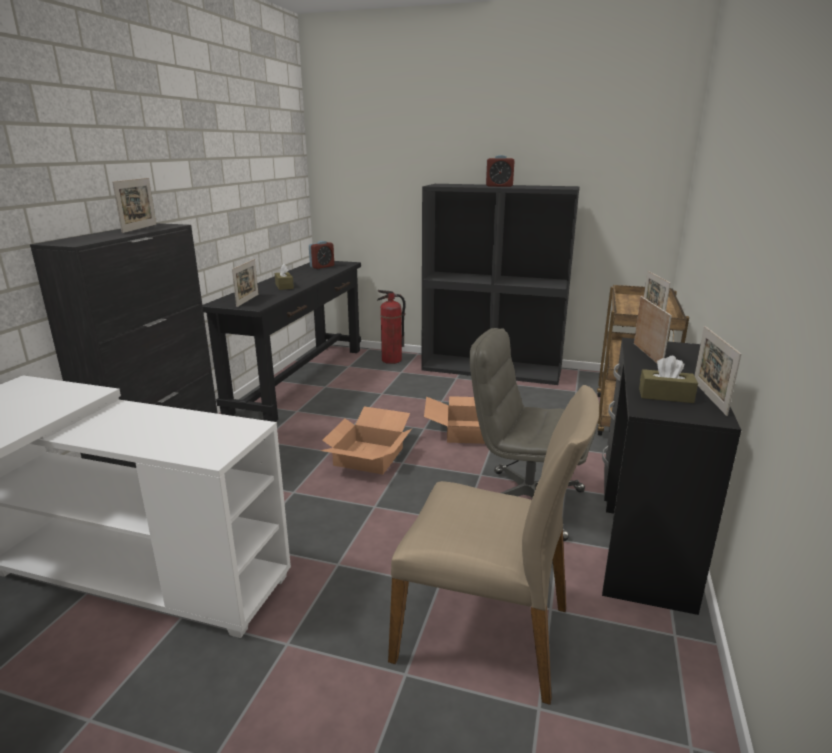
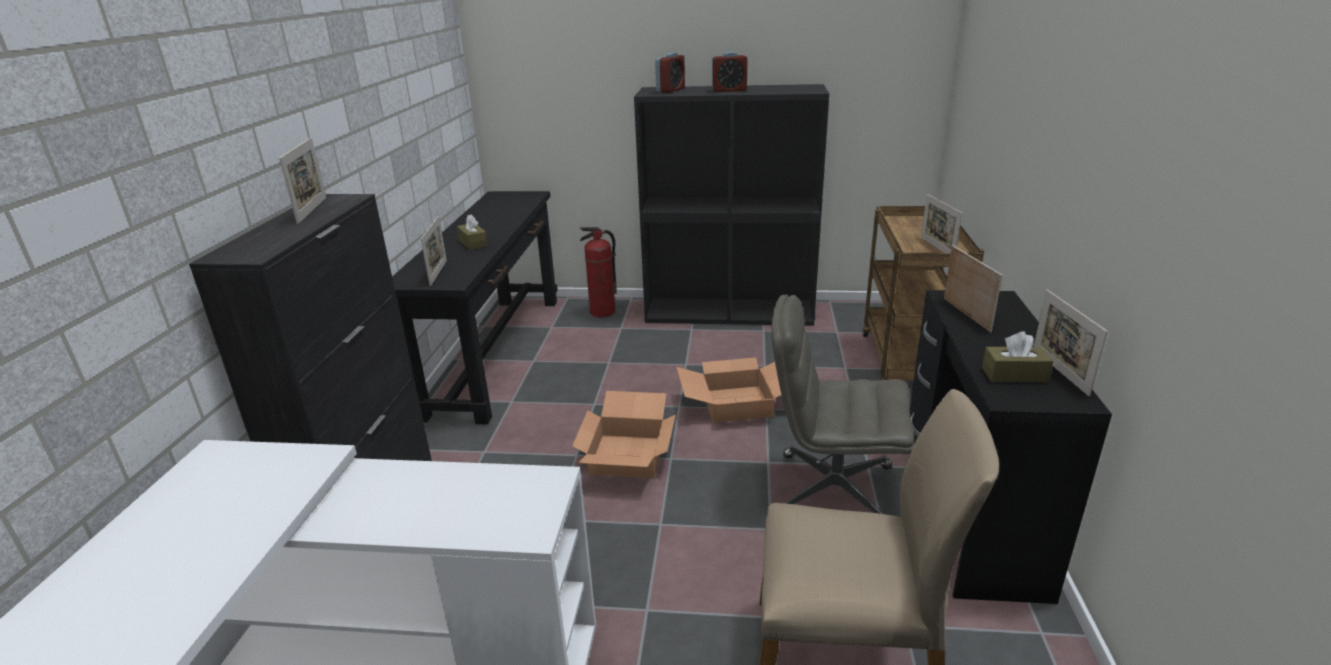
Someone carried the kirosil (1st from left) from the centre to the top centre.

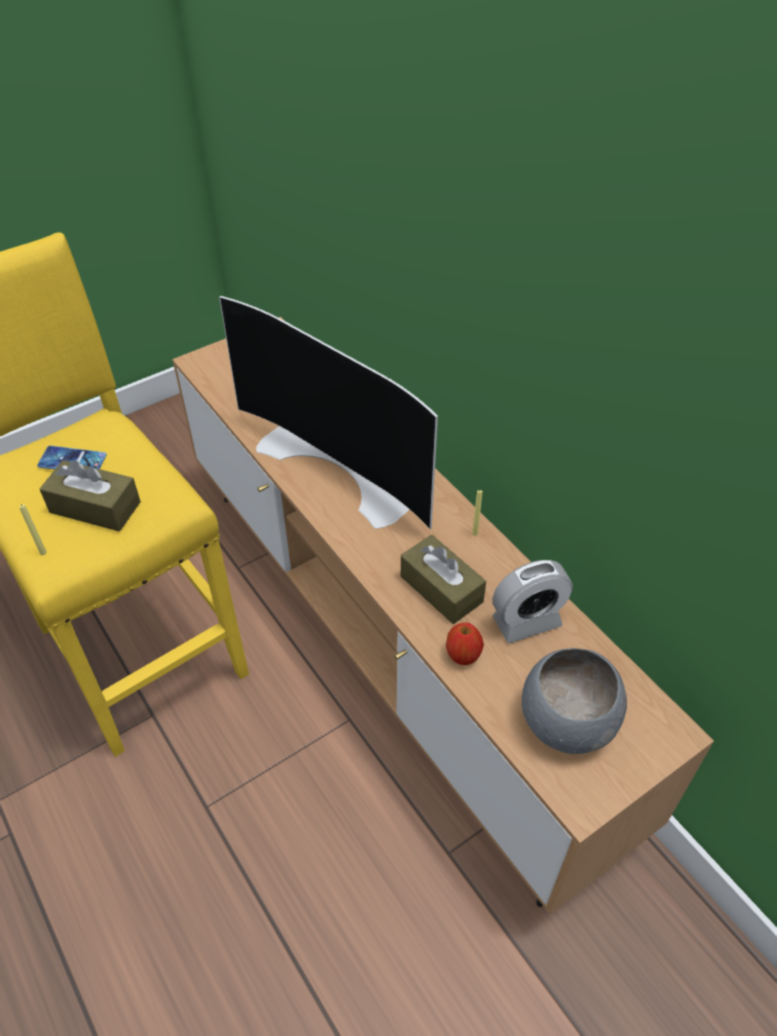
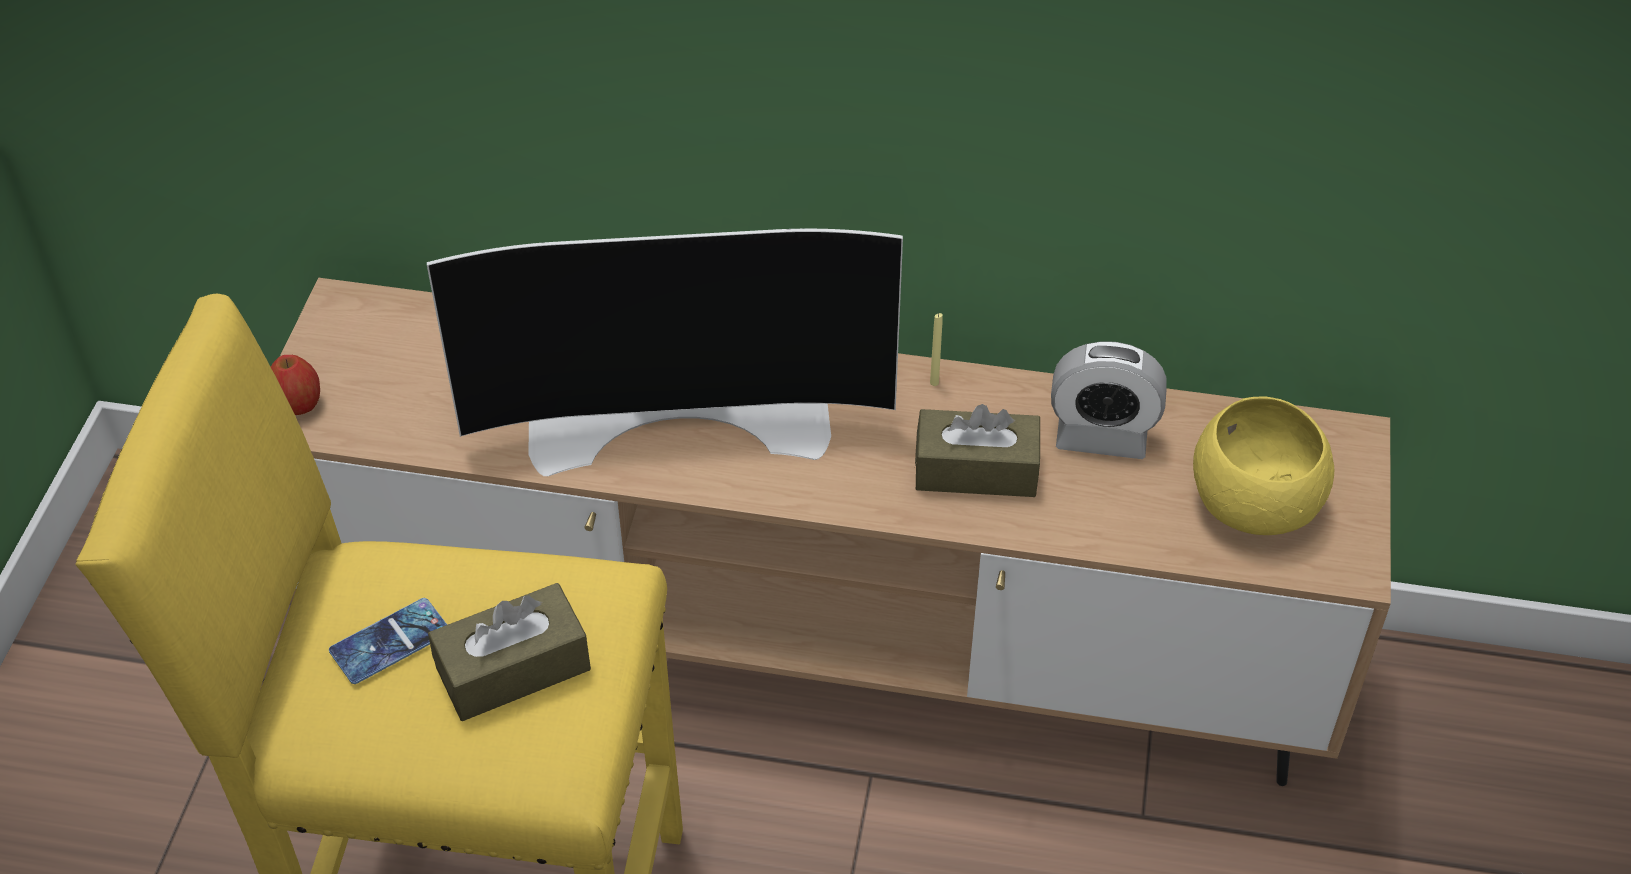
Someone took away the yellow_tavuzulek (1st from left) at the middle left. Someone carried the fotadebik from the centre to the middle left. Someone rotated the kirosil at the middle right by 75 degrees clockwise. Someone repainted the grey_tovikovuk at the bottom right, which became the yellow_tovikovuk at the middle right.

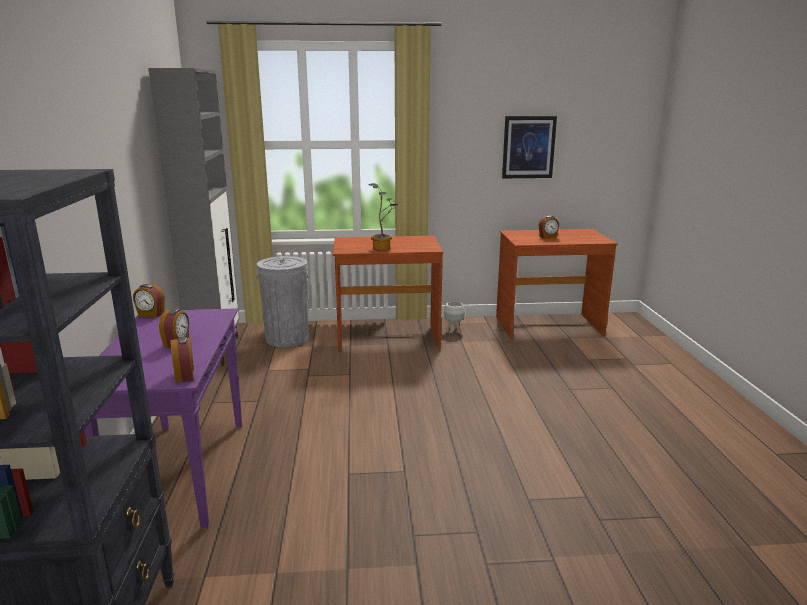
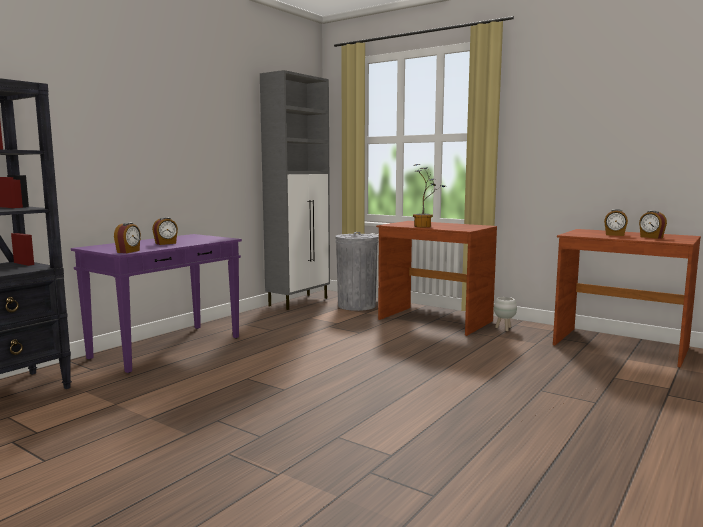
Someone carried the kirosil (1st from left in the first image) from the middle left to the middle right. Someone took away the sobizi at the top centre.

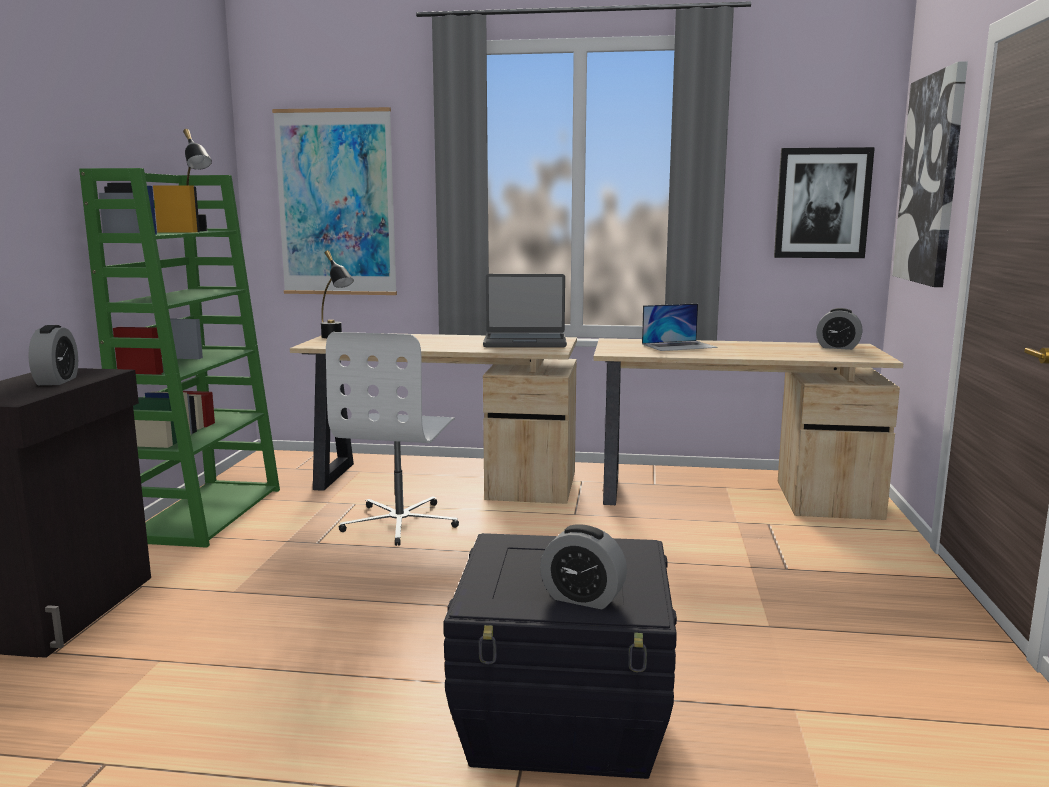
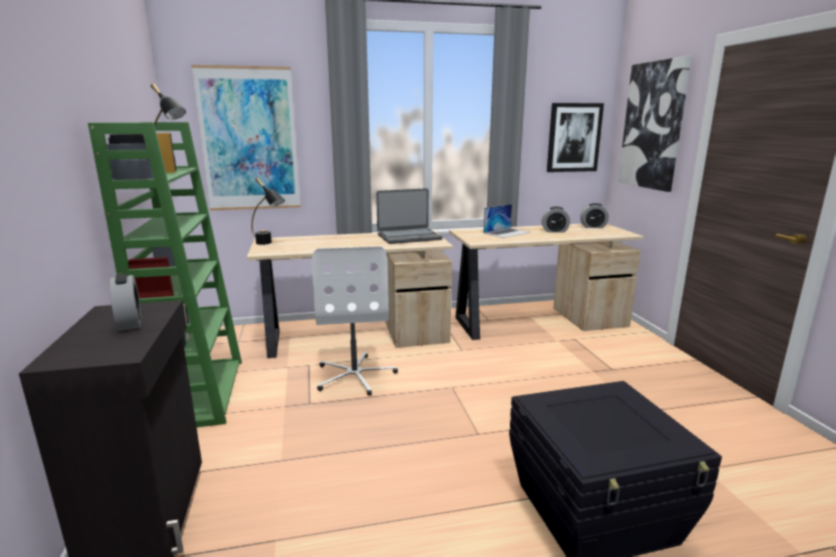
Someone carried the kirosil (2nd from left) from the bottom centre to the centre.

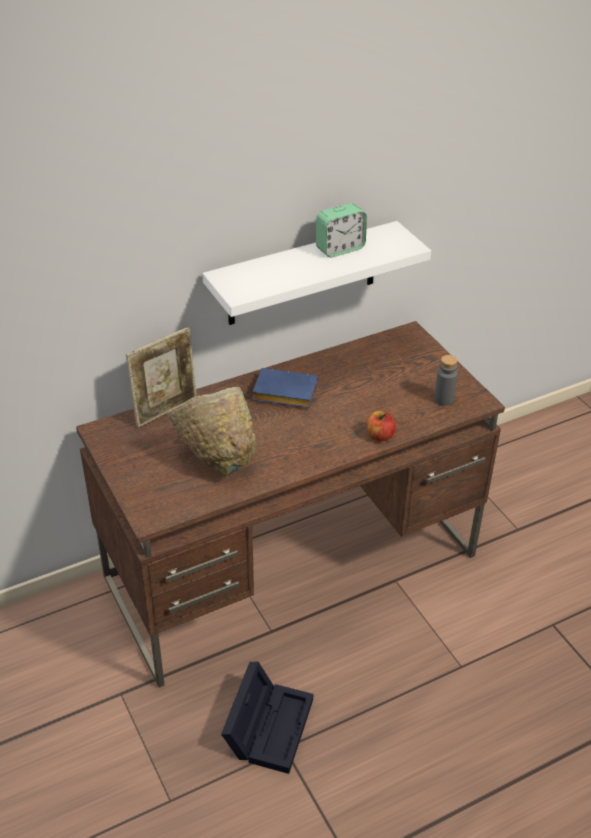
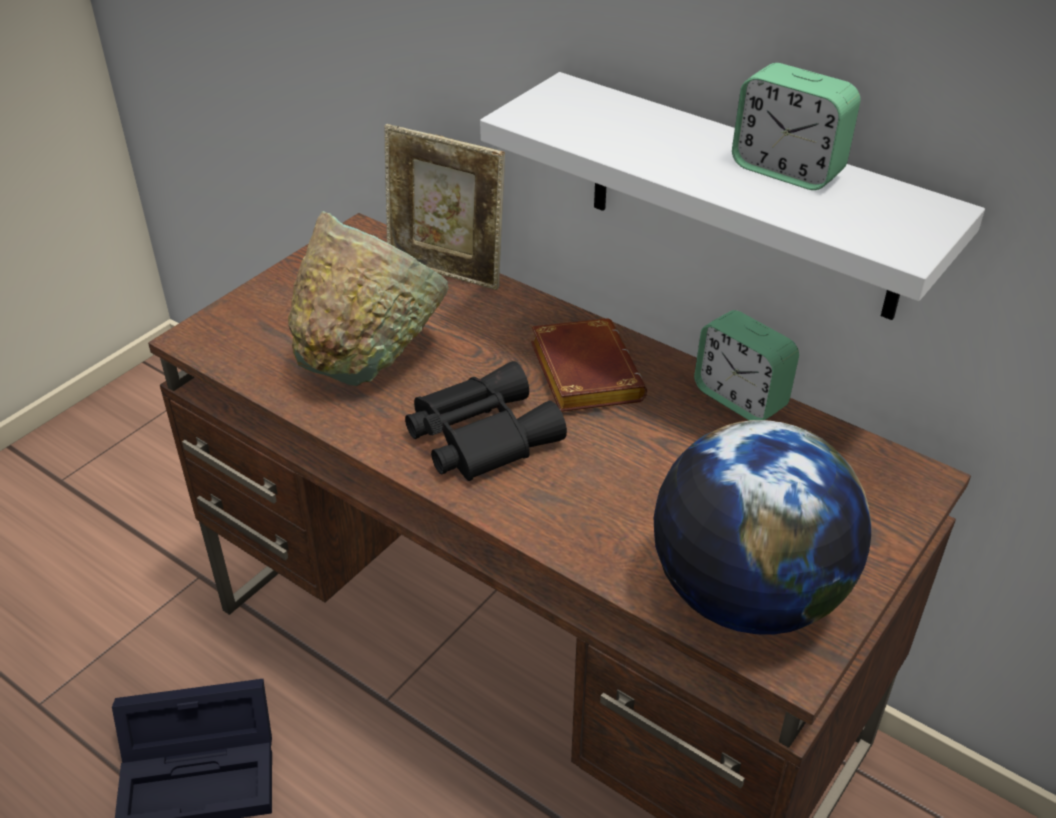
Someone repainted the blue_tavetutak at the centre, which became the brown_tavetutak at the centre. Someone took away the fotadebik at the centre. Someone swapped the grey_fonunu at the middle right for the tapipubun at the middle right. Someone put down the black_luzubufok at the centre. Someone put down the kirosil (1st from left) at the middle right.

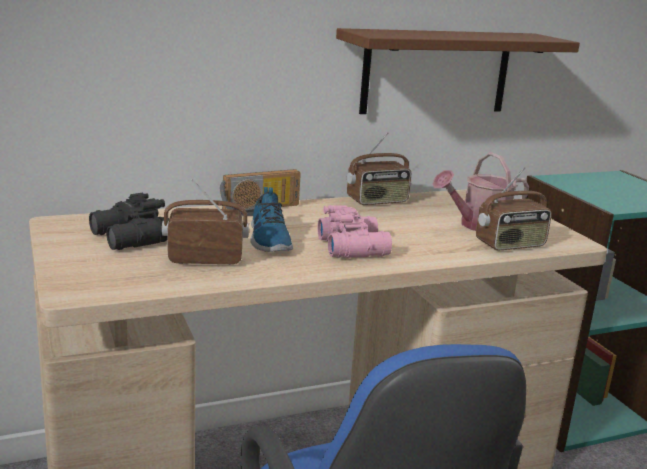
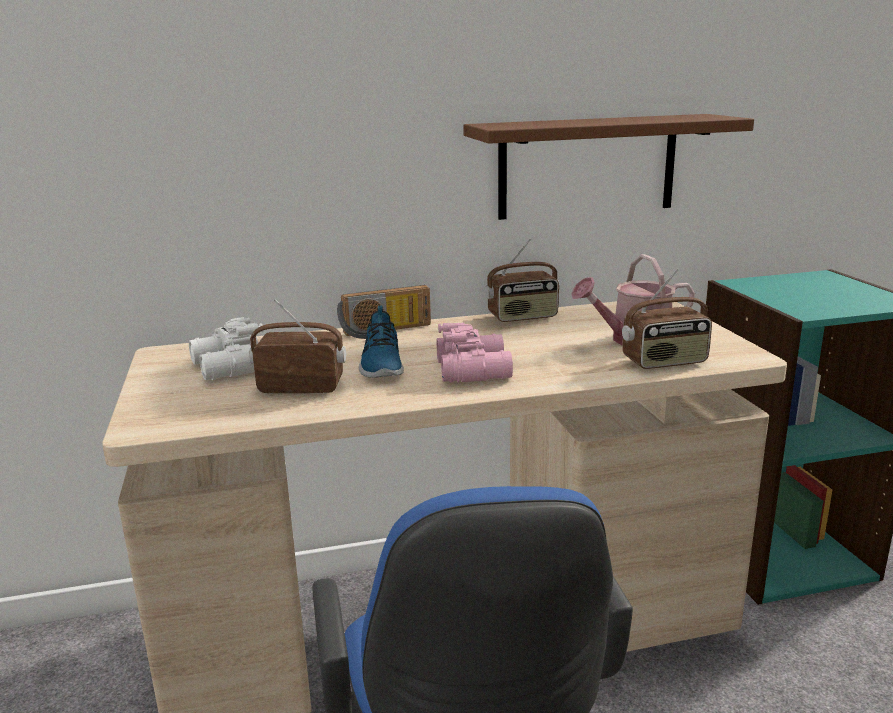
Someone repainted the black_luzubufok at the middle left, which became the white_luzubufok at the middle left.

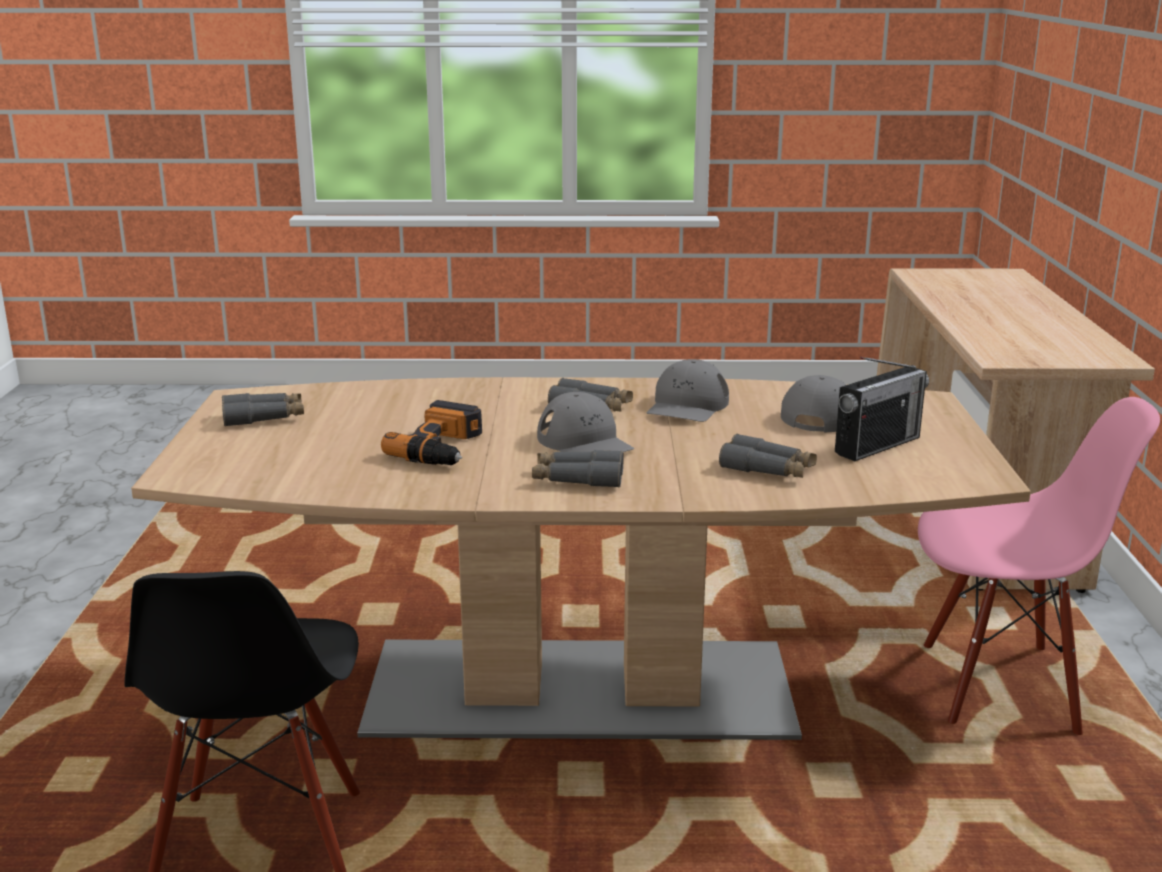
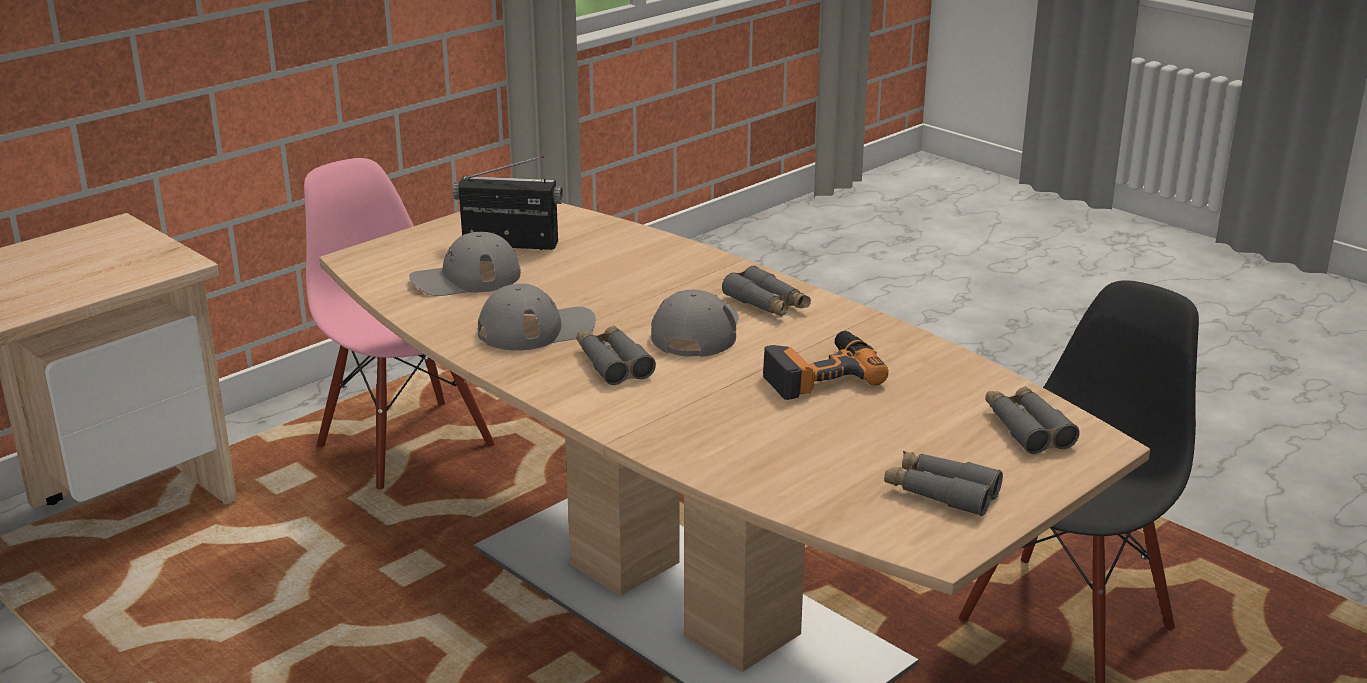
Someone carried the grey_luzubufok (4th from left) from the centre to the middle right.

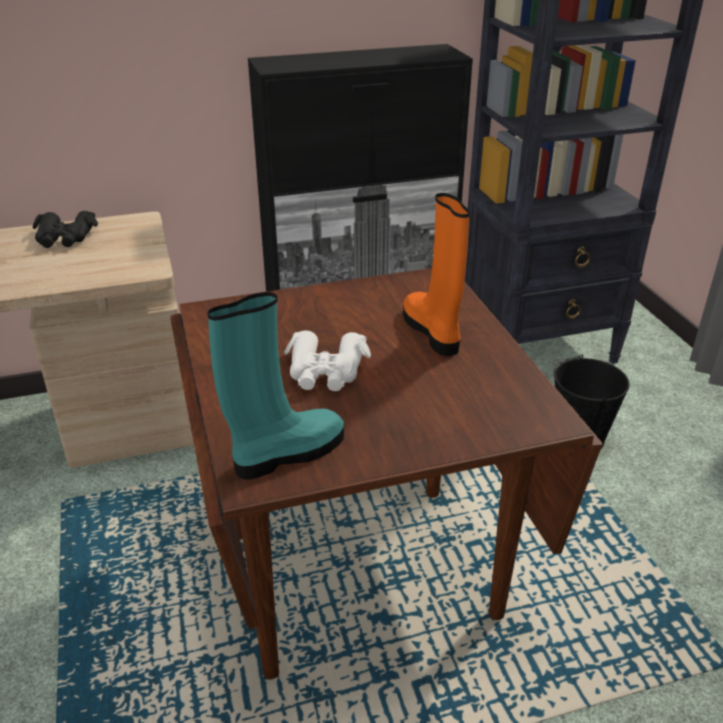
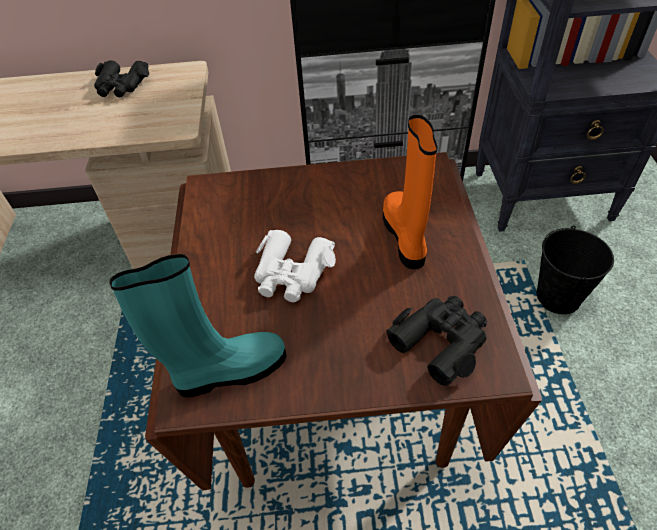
Someone put down the black_luzubufok (2nd from left) at the centre.

